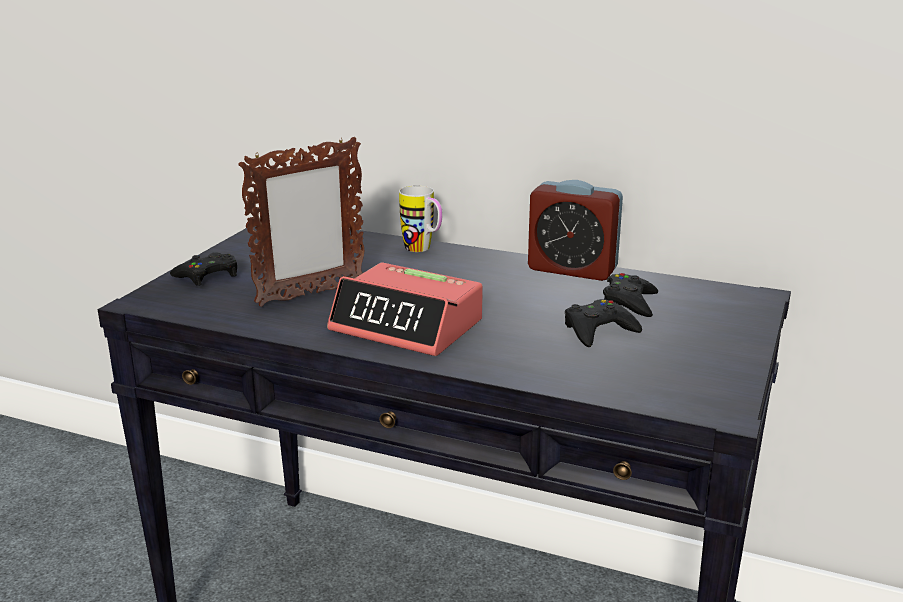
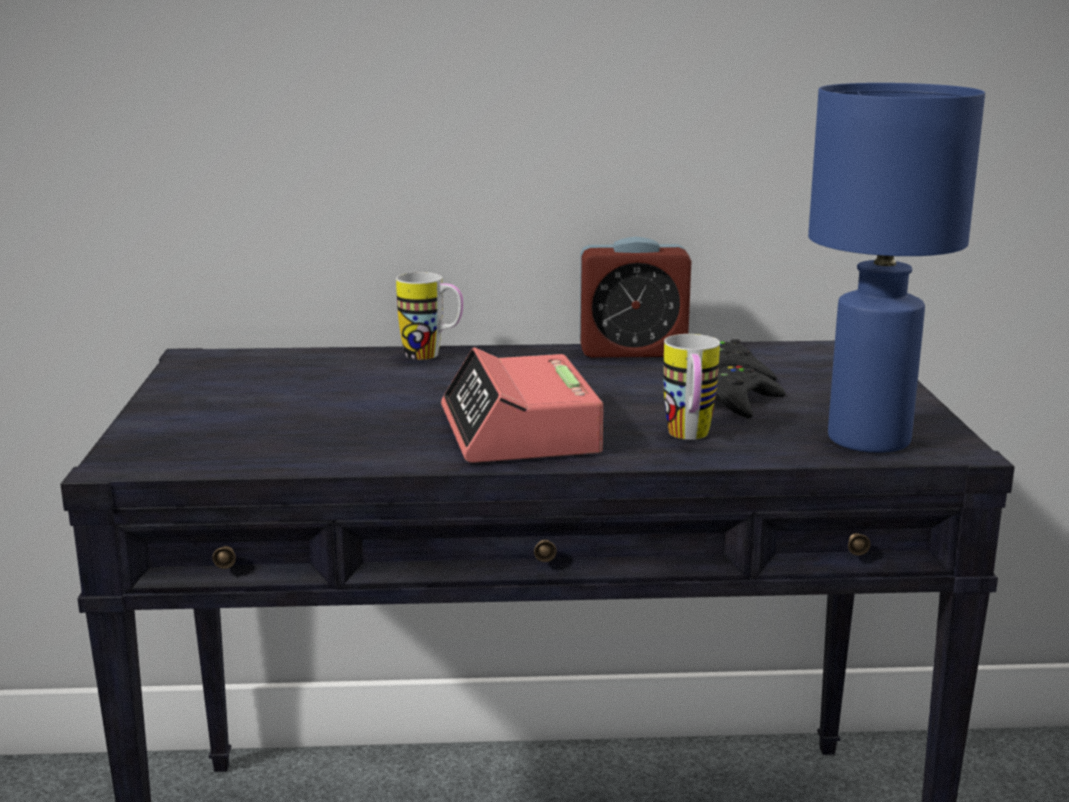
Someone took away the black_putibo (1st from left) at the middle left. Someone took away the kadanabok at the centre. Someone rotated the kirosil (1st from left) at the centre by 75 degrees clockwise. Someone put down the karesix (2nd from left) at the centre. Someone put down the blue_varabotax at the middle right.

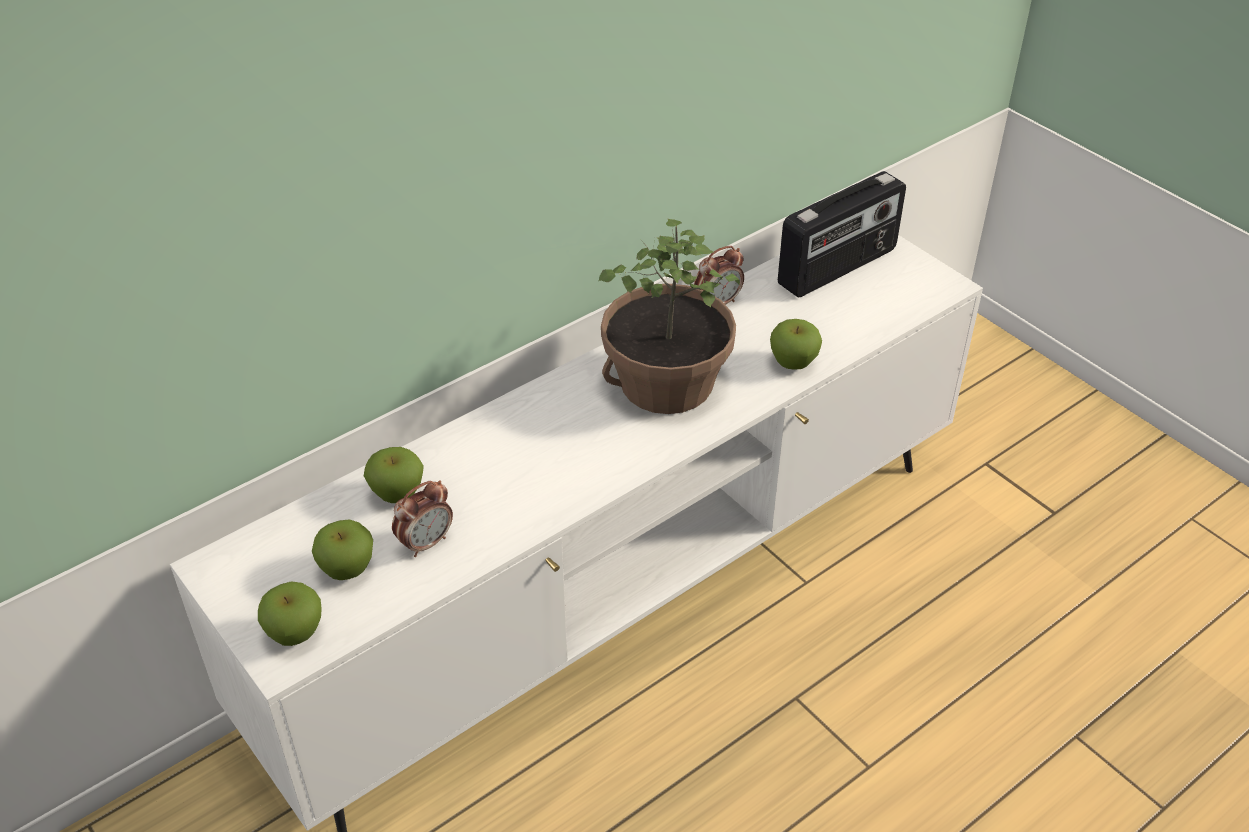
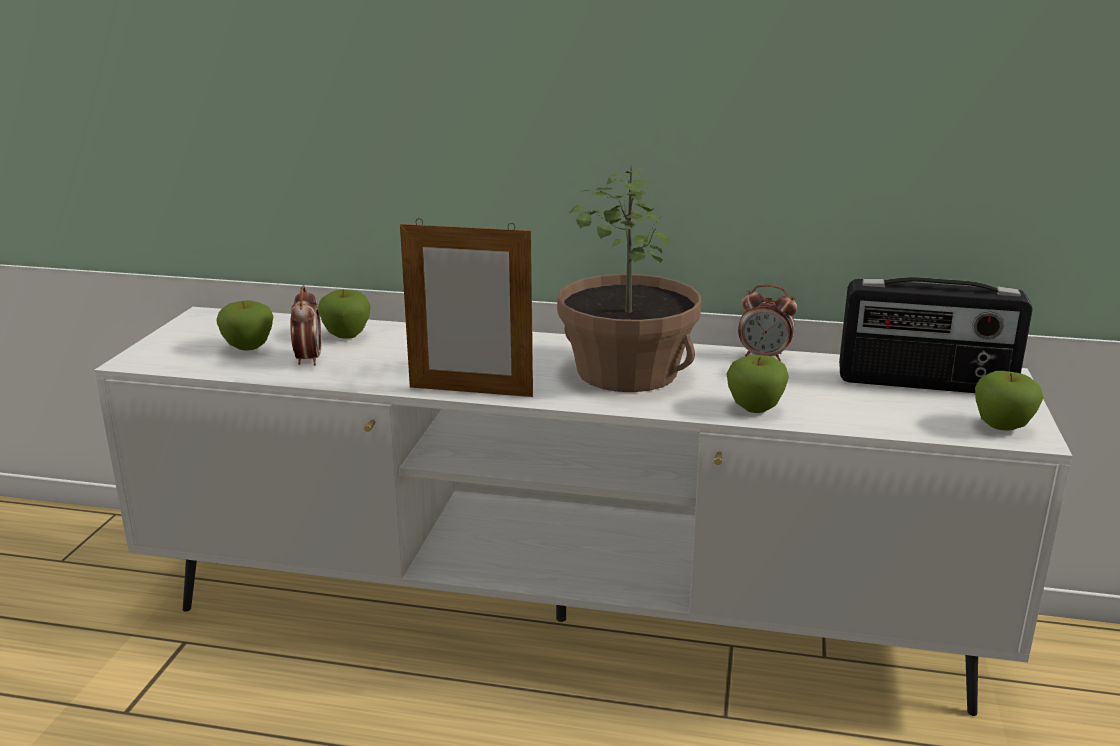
Someone carried the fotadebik (1st from left in the first image) from the bottom left to the middle right. Someone rotated the kirosil (1st from left) at the centre by 105 degrees counterclockwise. Someone put down the kadanabok at the centre.

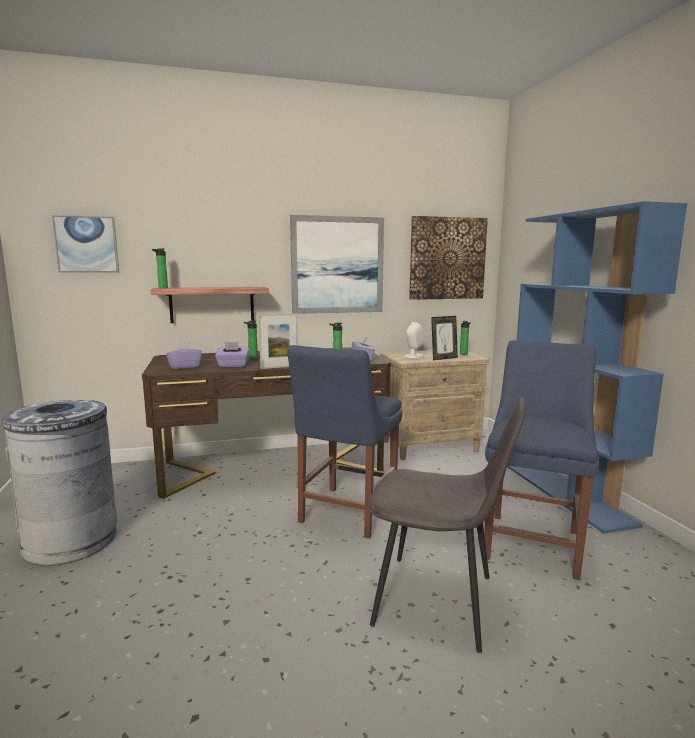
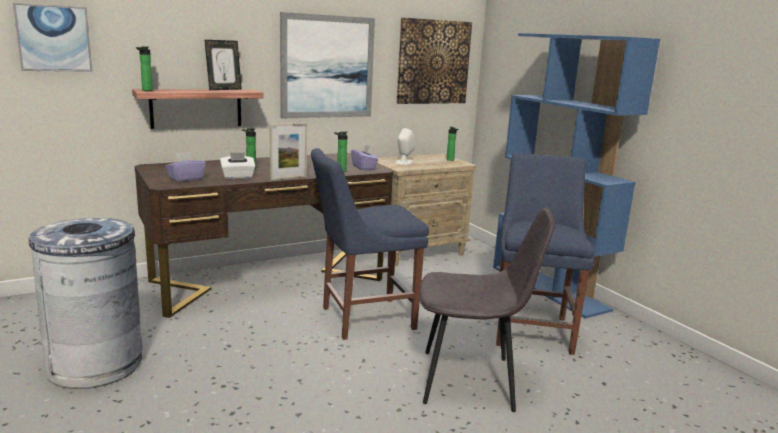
Someone repainted the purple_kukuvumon (2nd from left) at the centre, which became the white_kukuvumon at the middle left. Someone rotated the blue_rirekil (1st from left) at the centre by 60 degrees clockwise. Someone carried the kadanabok (2nd from left in the first image) from the centre to the top left.

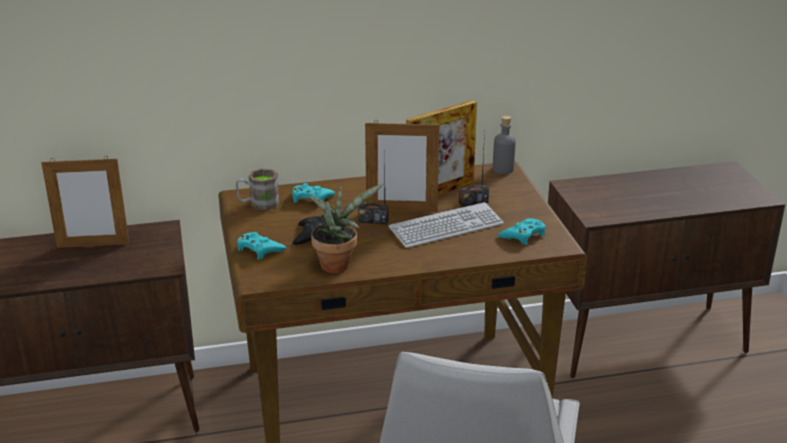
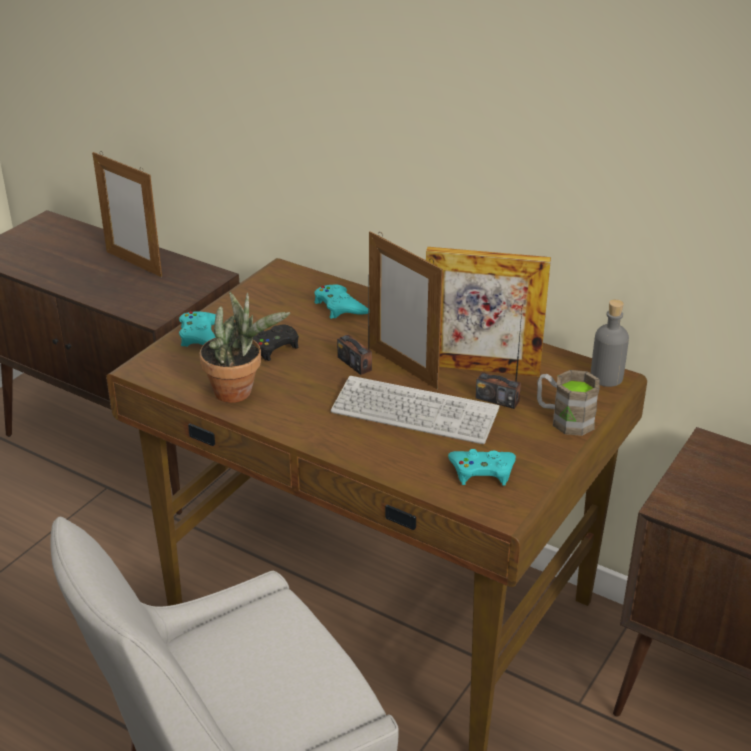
Someone carried the brown_karesix from the middle left to the middle right.

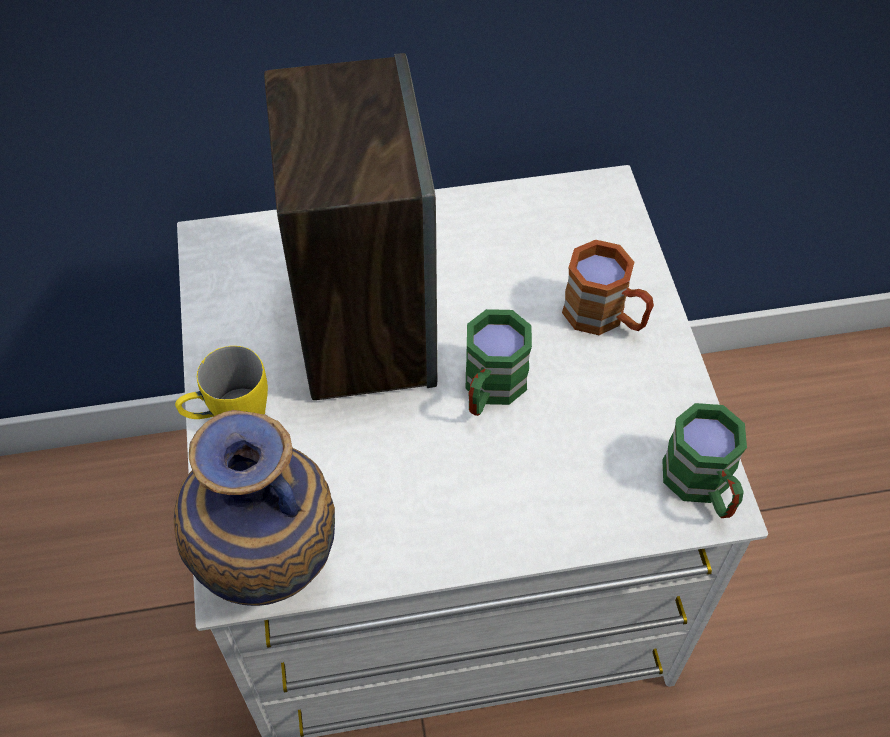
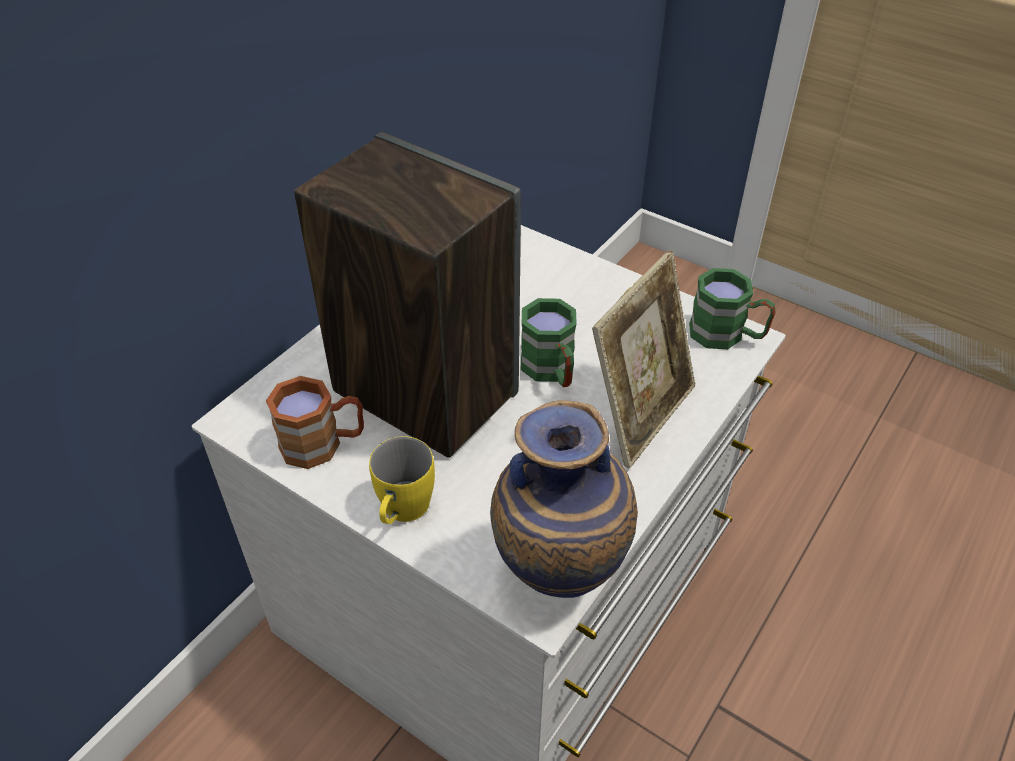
Someone carried the brown_karesix from the middle right to the middle left. Someone put down the kadanabok at the centre.

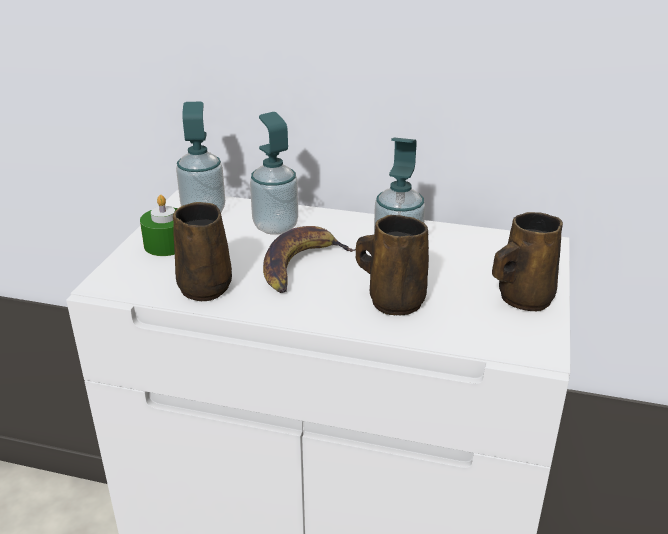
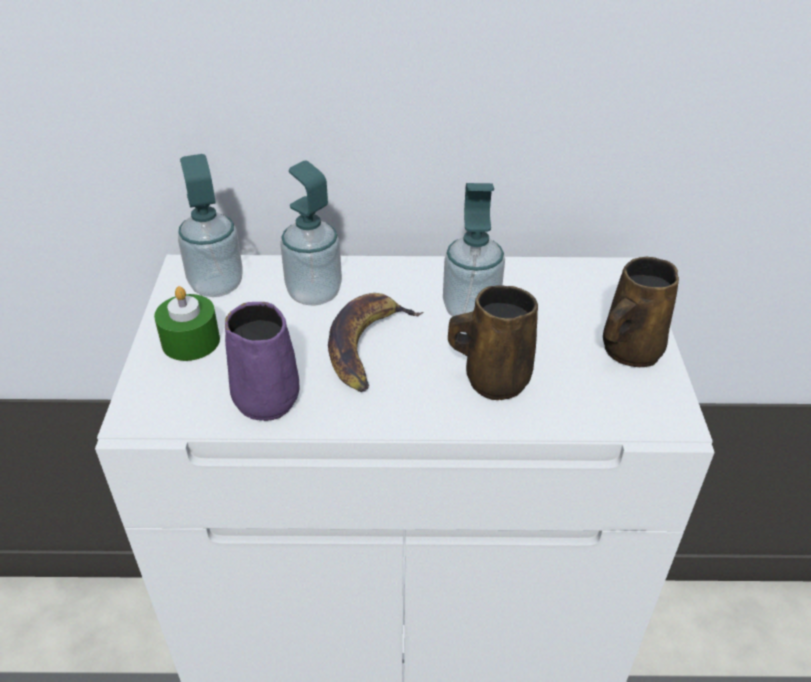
Someone repainted the brown_karesix (1st from left) at the middle left, which became the purple_karesix at the middle left.

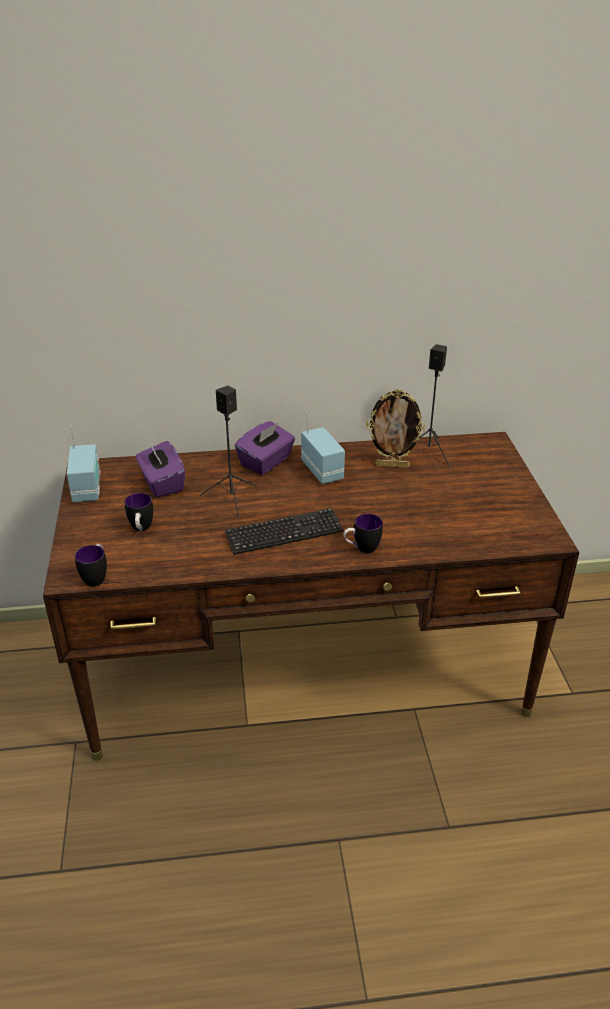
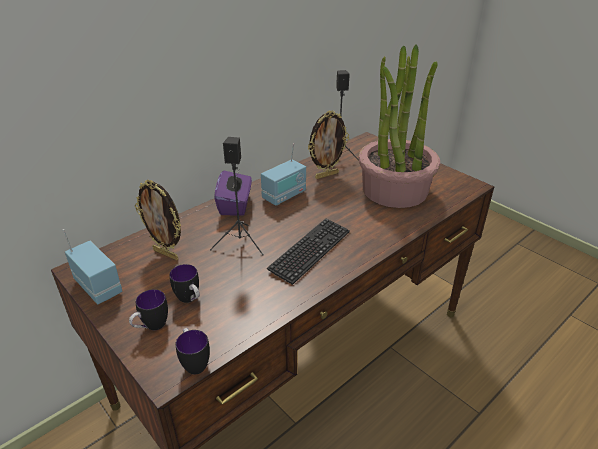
Someone swapped the purple_kukuvumon (1st from left) at the middle left for the kadanabok (1st from left) at the middle left. Someone rotated the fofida (2nd from left) at the centre by 105 degrees clockwise. Someone carried the karesix (3rd from left in the first image) from the centre to the bottom left. Someone put down the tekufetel at the top right.

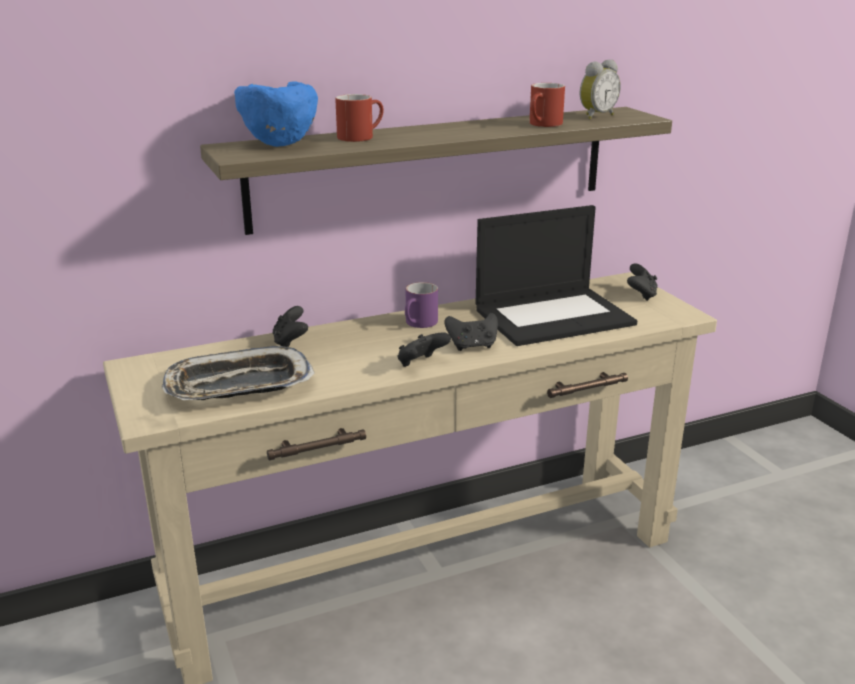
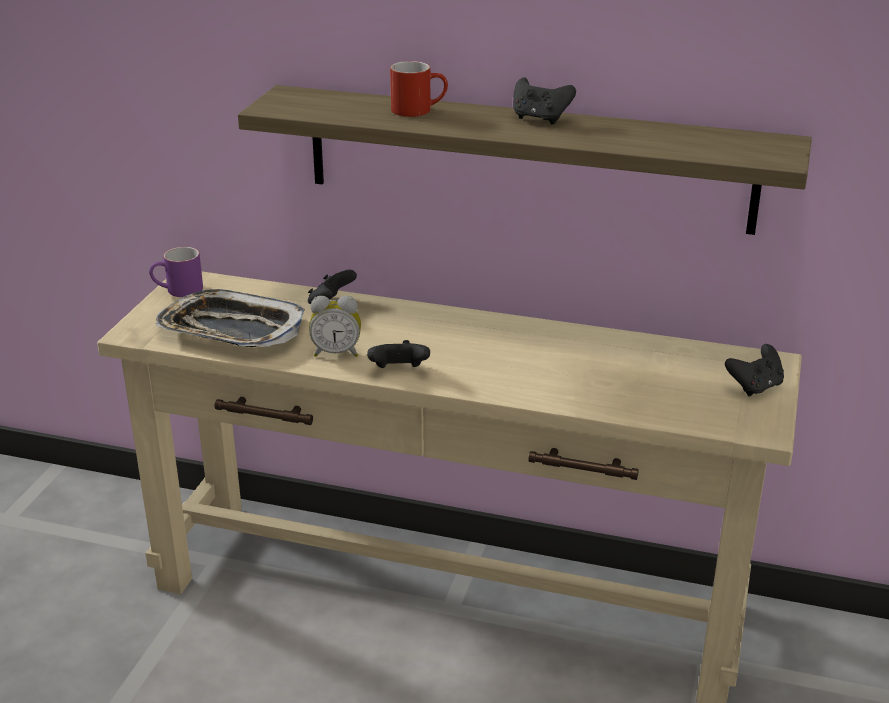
Someone took away the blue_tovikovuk at the top left. Someone carried the purple_karesix from the centre to the middle left. Someone carried the black_putibo (3rd from left) from the centre to the top centre. Someone took away the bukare at the centre. Someone took away the red_karesix (2nd from left) at the top centre. Someone carried the kirosil from the top right to the centre.

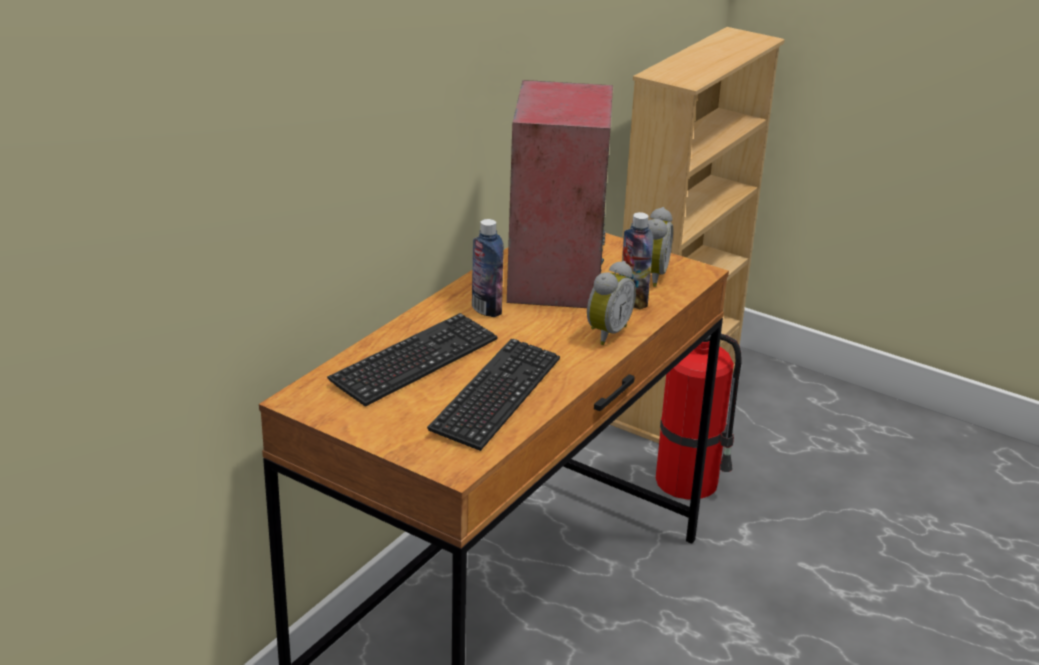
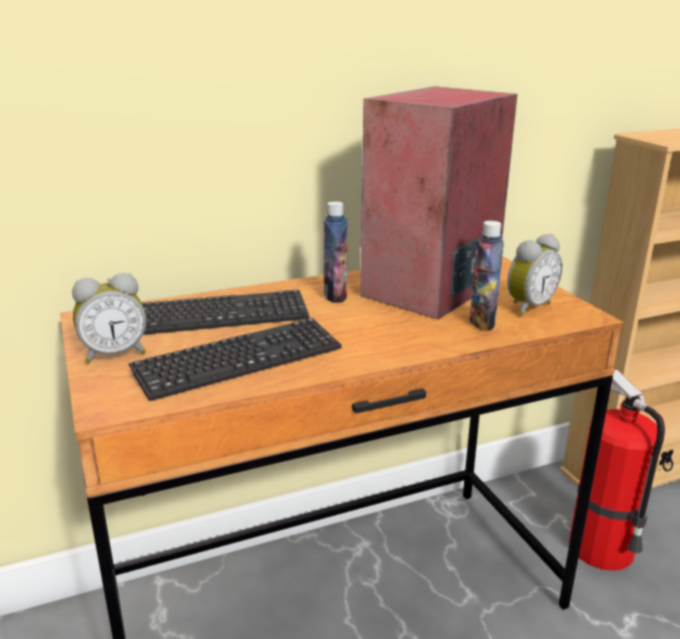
Someone carried the kirosil (1st from left) from the centre to the middle left.

